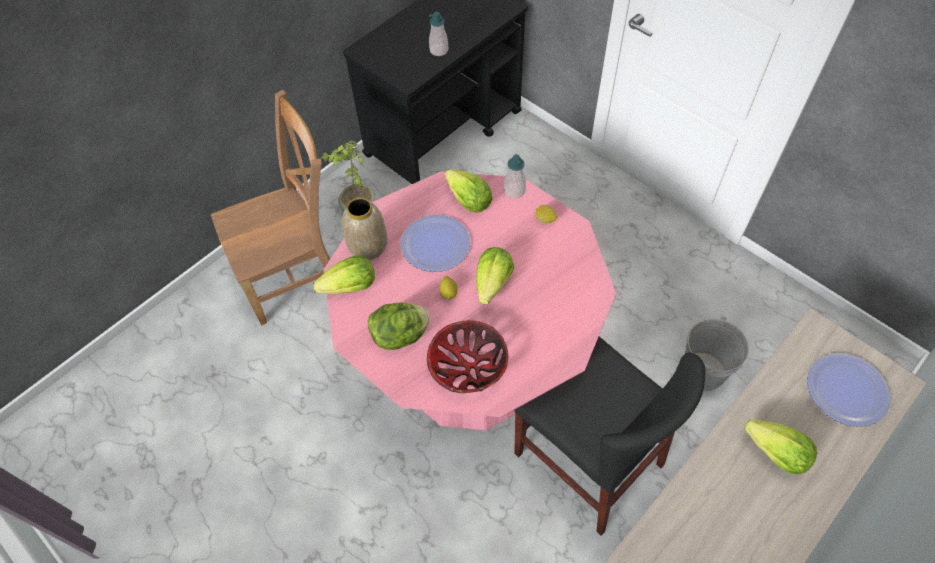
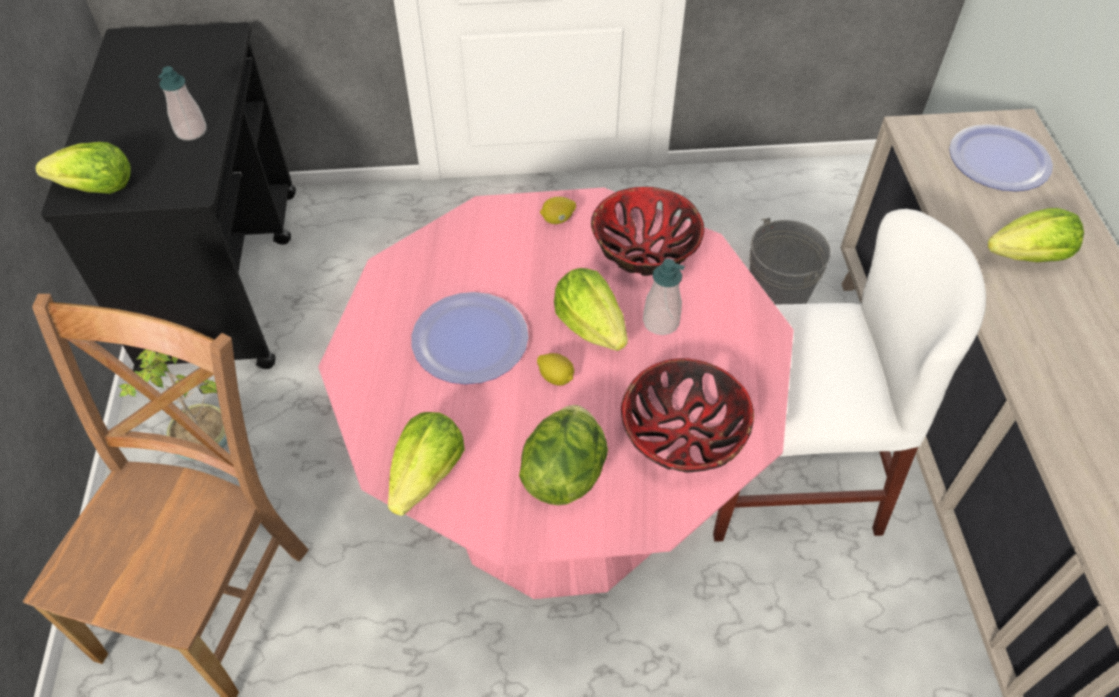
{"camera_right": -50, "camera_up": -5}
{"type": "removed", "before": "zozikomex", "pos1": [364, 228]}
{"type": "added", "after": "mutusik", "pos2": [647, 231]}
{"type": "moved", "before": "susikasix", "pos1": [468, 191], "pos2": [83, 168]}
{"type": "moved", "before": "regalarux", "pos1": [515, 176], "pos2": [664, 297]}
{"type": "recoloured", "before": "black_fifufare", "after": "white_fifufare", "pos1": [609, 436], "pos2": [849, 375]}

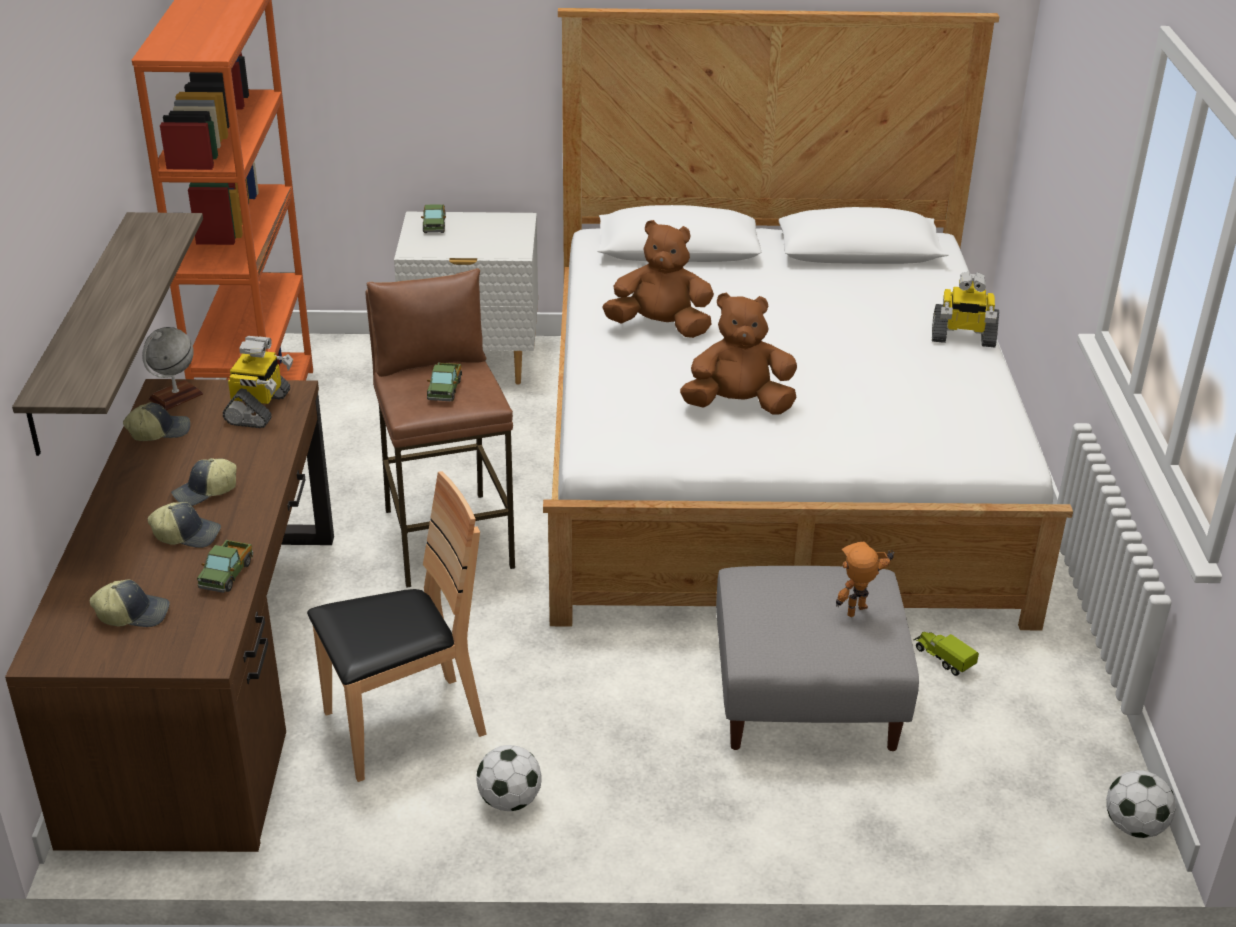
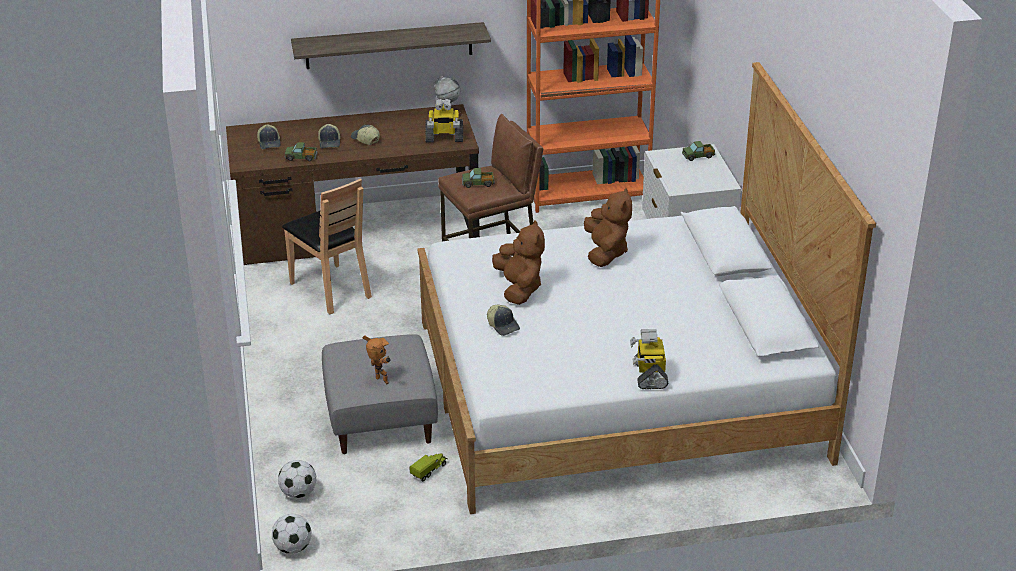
{"camera_right": 80, "camera_up": 0}
{"type": "moved", "before": "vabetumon", "pos1": [156, 421], "pos2": [503, 320]}
{"type": "moved", "before": "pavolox", "pos1": [509, 778], "pos2": [297, 479]}

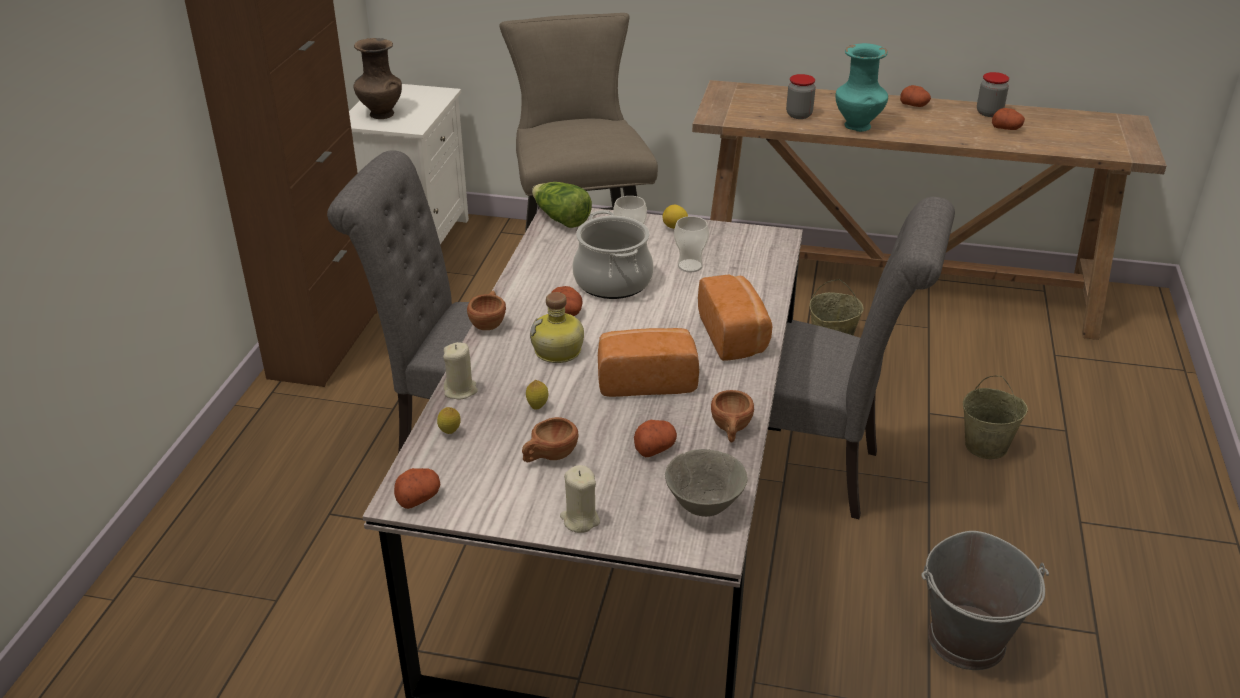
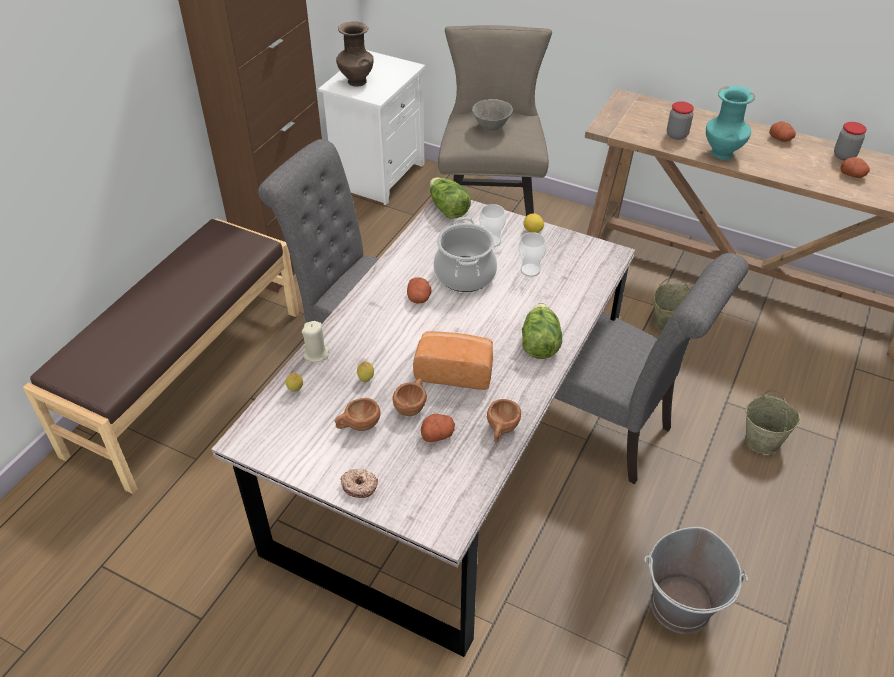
{"camera_right": 15, "camera_up": 10}
{"type": "removed", "before": "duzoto", "pos1": [417, 488]}
{"type": "removed", "before": "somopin", "pos1": [557, 327]}
{"type": "added", "after": "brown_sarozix", "pos2": [161, 356]}
{"type": "moved", "before": "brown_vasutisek", "pos1": [486, 310], "pos2": [409, 397]}
{"type": "moved", "before": "grey_mutusik", "pos1": [706, 483], "pos2": [492, 115]}
{"type": "replaced", "before": "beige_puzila", "after": "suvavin", "pos1": [580, 499], "pos2": [359, 483]}
{"type": "replaced", "before": "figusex", "after": "susikasix", "pos1": [735, 317], "pos2": [542, 331]}

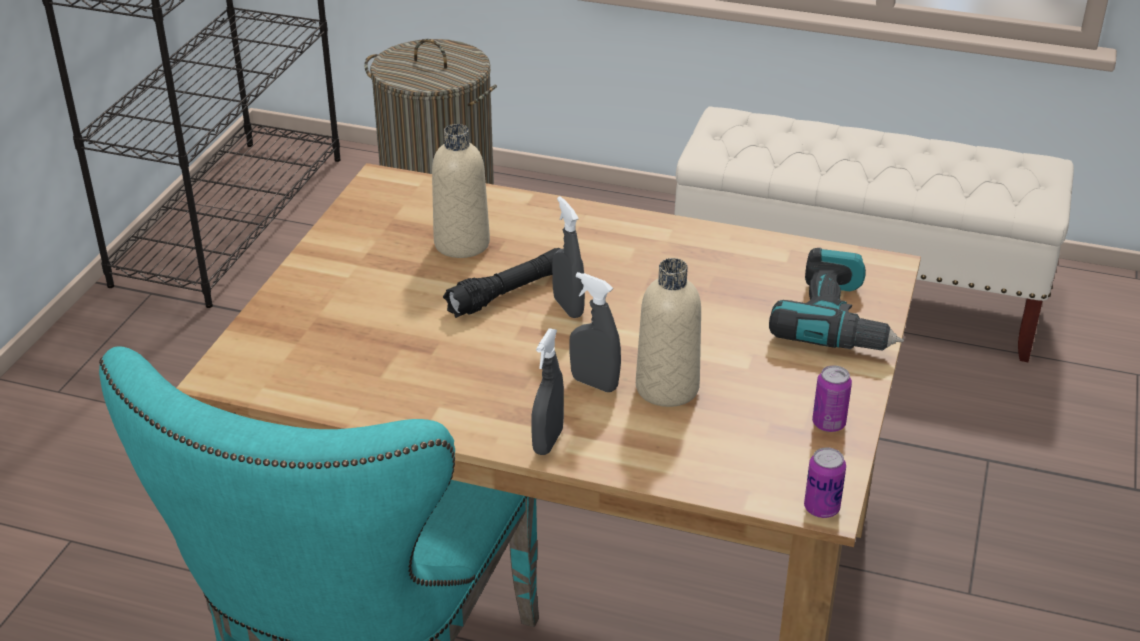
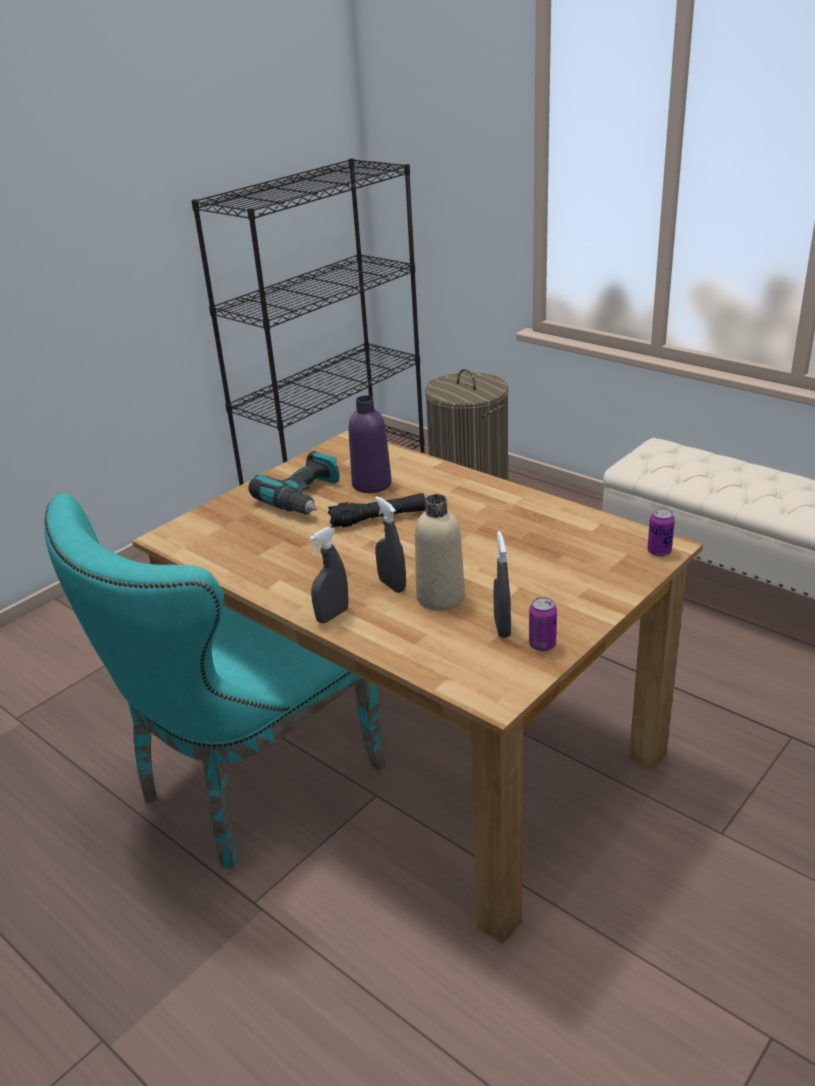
{"camera_right": 25, "camera_up": -5}
{"type": "moved", "before": "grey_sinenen", "pos1": [568, 257], "pos2": [502, 584]}
{"type": "moved", "before": "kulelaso", "pos1": [836, 299], "pos2": [294, 483]}
{"type": "moved", "before": "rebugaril", "pos1": [825, 482], "pos2": [661, 532]}
{"type": "recoloured", "before": "beige_somopin", "after": "purple_somopin", "pos1": [461, 191], "pos2": [370, 444]}

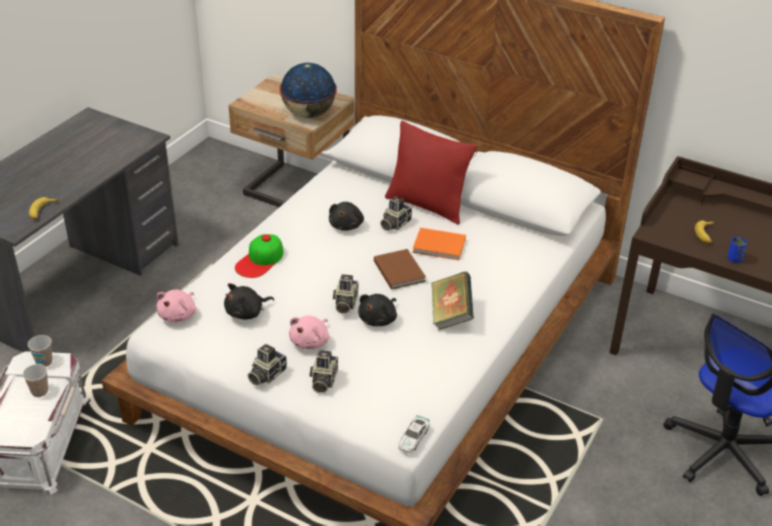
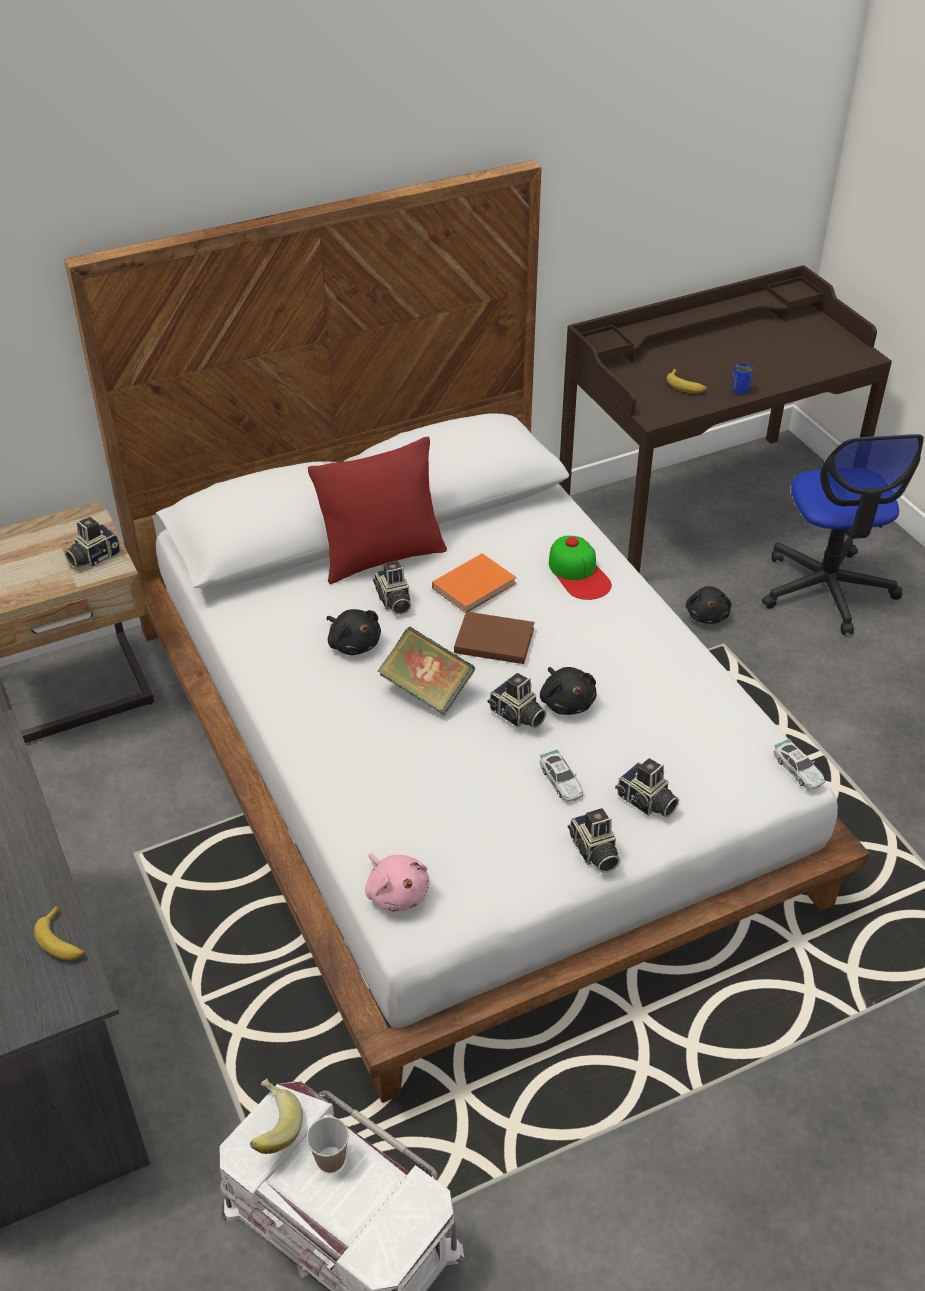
{"camera_right": -55, "camera_up": 5}
{"type": "moved", "before": "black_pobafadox", "pos1": [249, 301], "pos2": [708, 605]}
{"type": "moved", "before": "vabetumon", "pos1": [259, 256], "pos2": [580, 568]}
{"type": "moved", "before": "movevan", "pos1": [453, 301], "pos2": [426, 671]}
{"type": "replaced", "before": "vasutisek", "after": "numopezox", "pos1": [40, 351], "pos2": [276, 1116]}
{"type": "replaced", "before": "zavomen", "after": "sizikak", "pos1": [308, 90], "pos2": [93, 542]}
{"type": "replaced", "before": "pink_pobafadox", "after": "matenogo", "pos1": [309, 332], "pos2": [561, 776]}

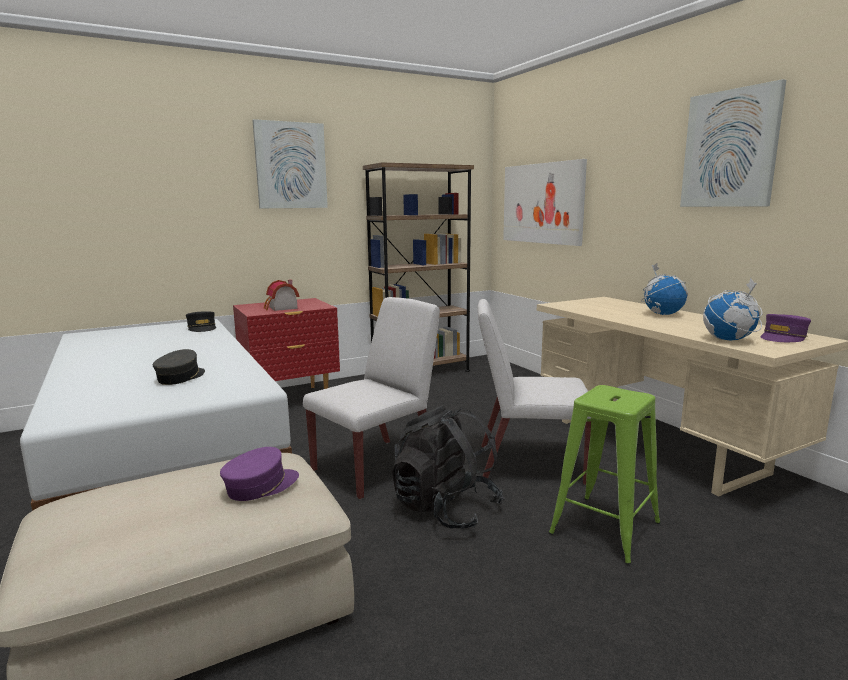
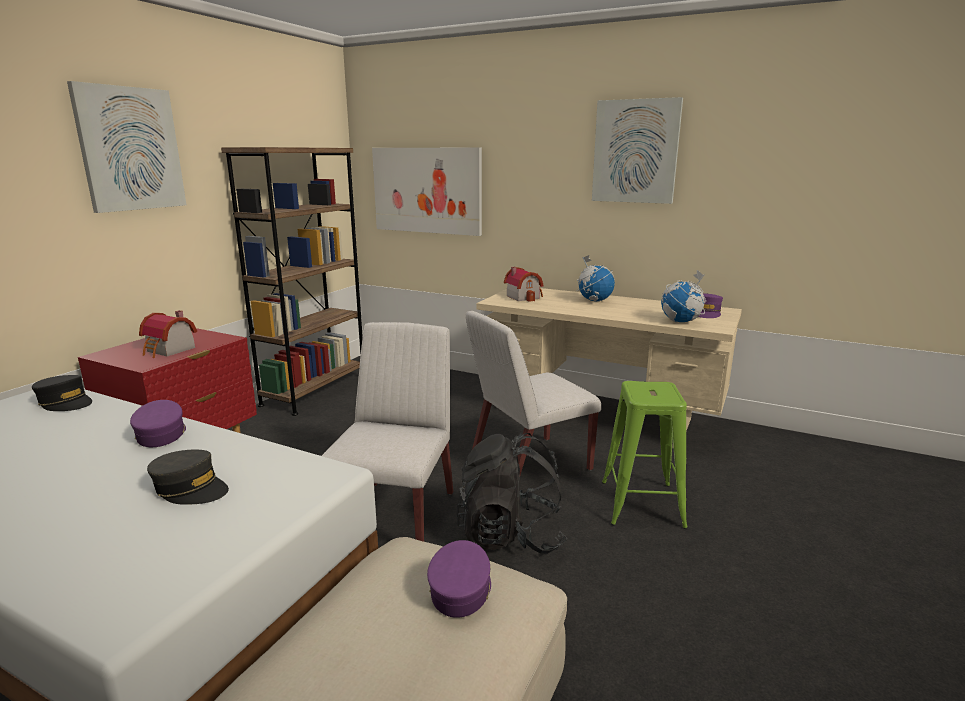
{"camera_right": -35, "camera_up": 5}
{"type": "added", "after": "purple_vabetumon", "pos2": [158, 423]}
{"type": "added", "after": "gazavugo", "pos2": [524, 284]}
{"type": "turned", "before": "grey_vabetumon", "pos1": [179, 367], "pos2": [188, 477], "turn": 135}

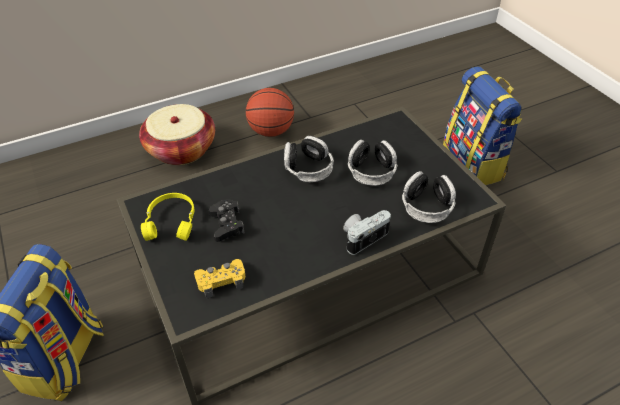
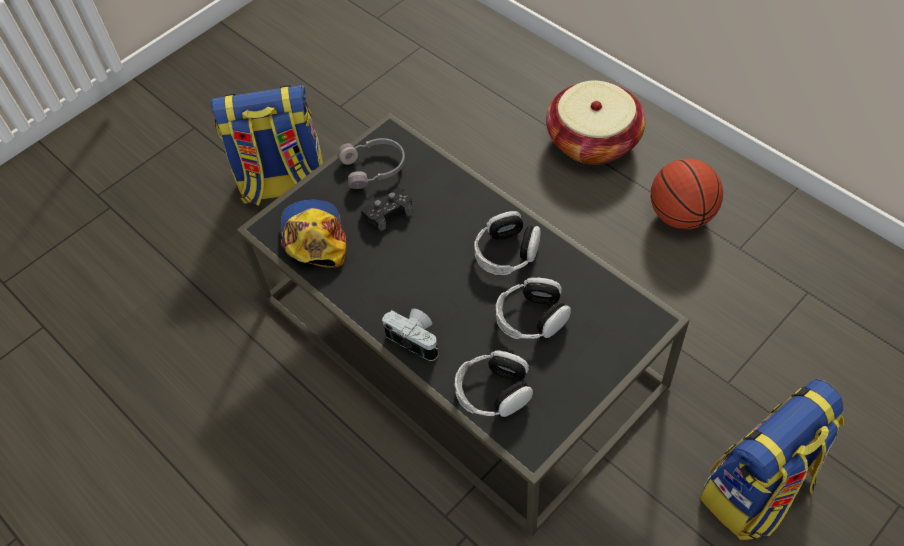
{"camera_right": 75, "camera_up": 10}
{"type": "replaced", "before": "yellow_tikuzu", "after": "vabetumon", "pos1": [219, 279], "pos2": [314, 234]}
{"type": "recoloured", "before": "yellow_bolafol", "after": "grey_bolafol", "pos1": [167, 217], "pos2": [371, 163]}

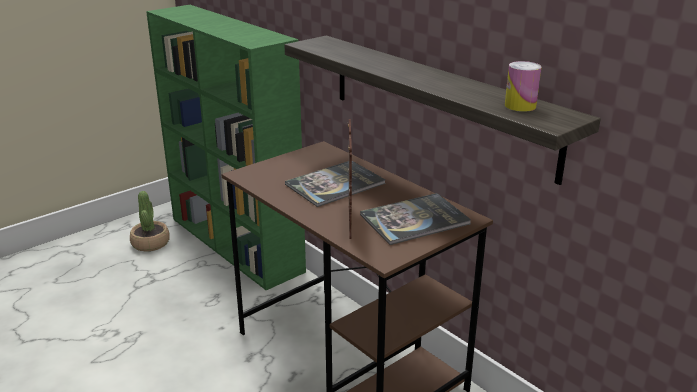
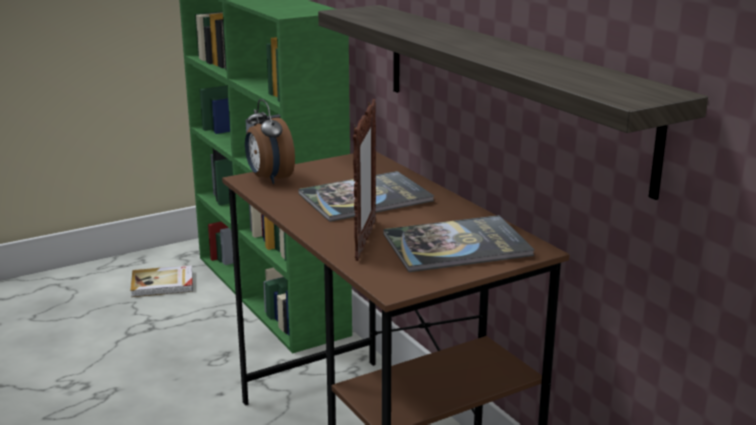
{"camera_right": 10, "camera_up": -5}
{"type": "removed", "before": "rebugaril", "pos1": [523, 86]}
{"type": "added", "after": "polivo", "pos2": [270, 141]}
{"type": "replaced", "before": "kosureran", "after": "movevan", "pos1": [150, 221], "pos2": [161, 281]}

